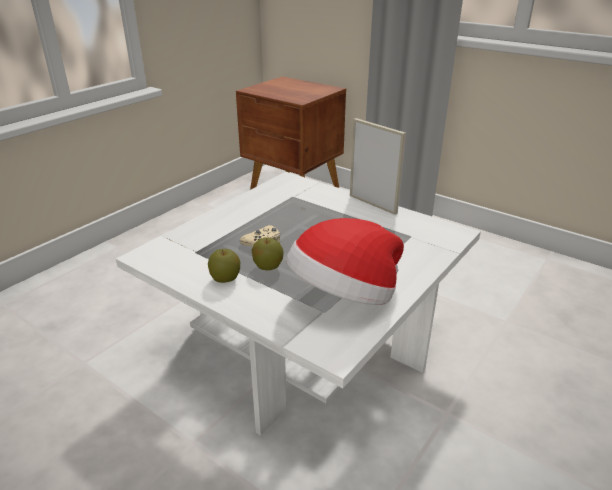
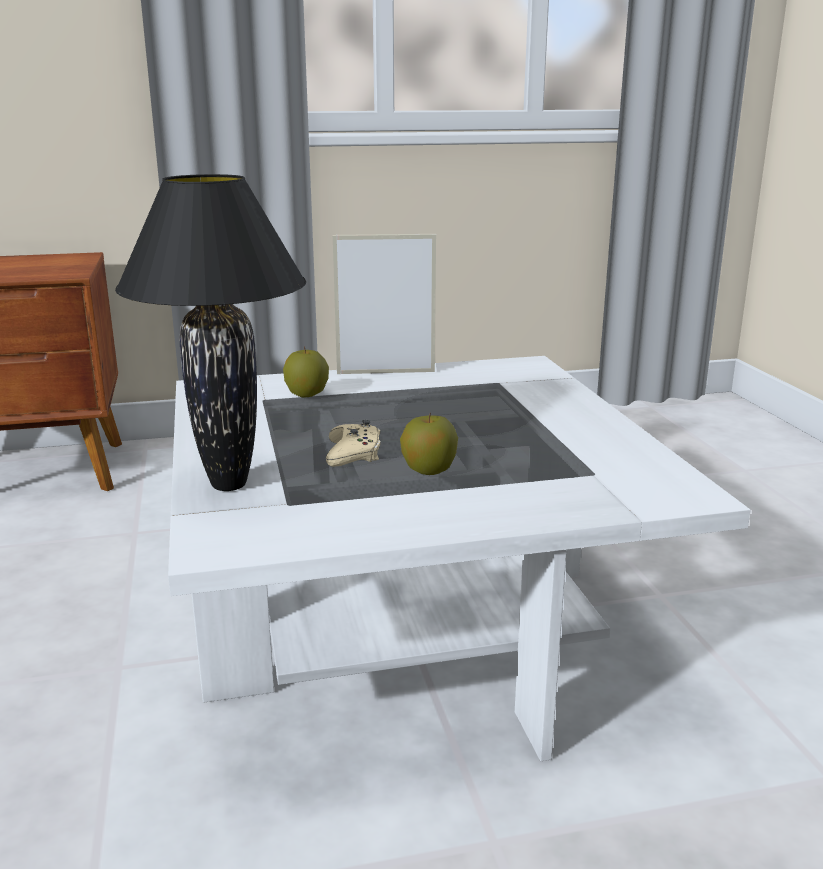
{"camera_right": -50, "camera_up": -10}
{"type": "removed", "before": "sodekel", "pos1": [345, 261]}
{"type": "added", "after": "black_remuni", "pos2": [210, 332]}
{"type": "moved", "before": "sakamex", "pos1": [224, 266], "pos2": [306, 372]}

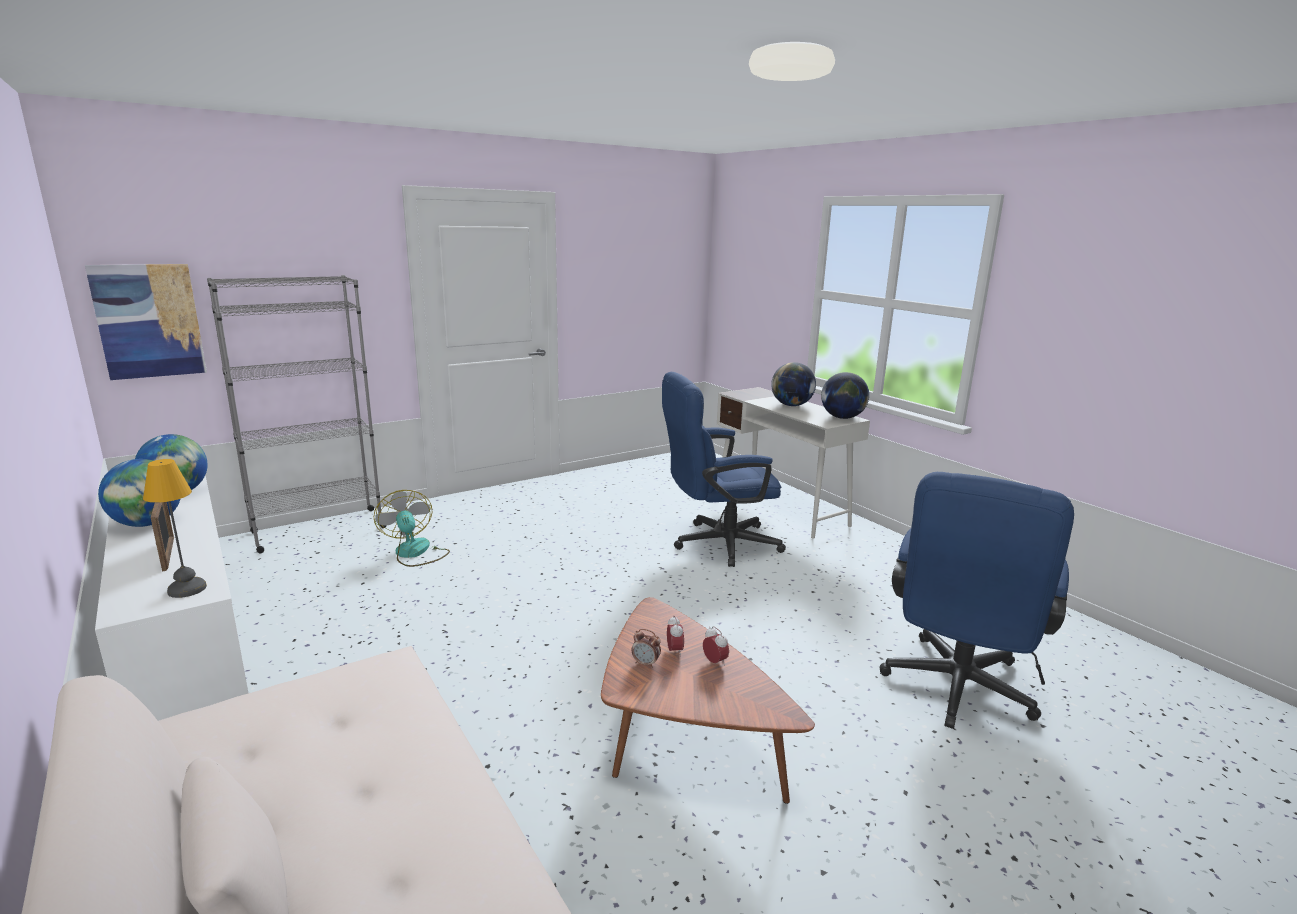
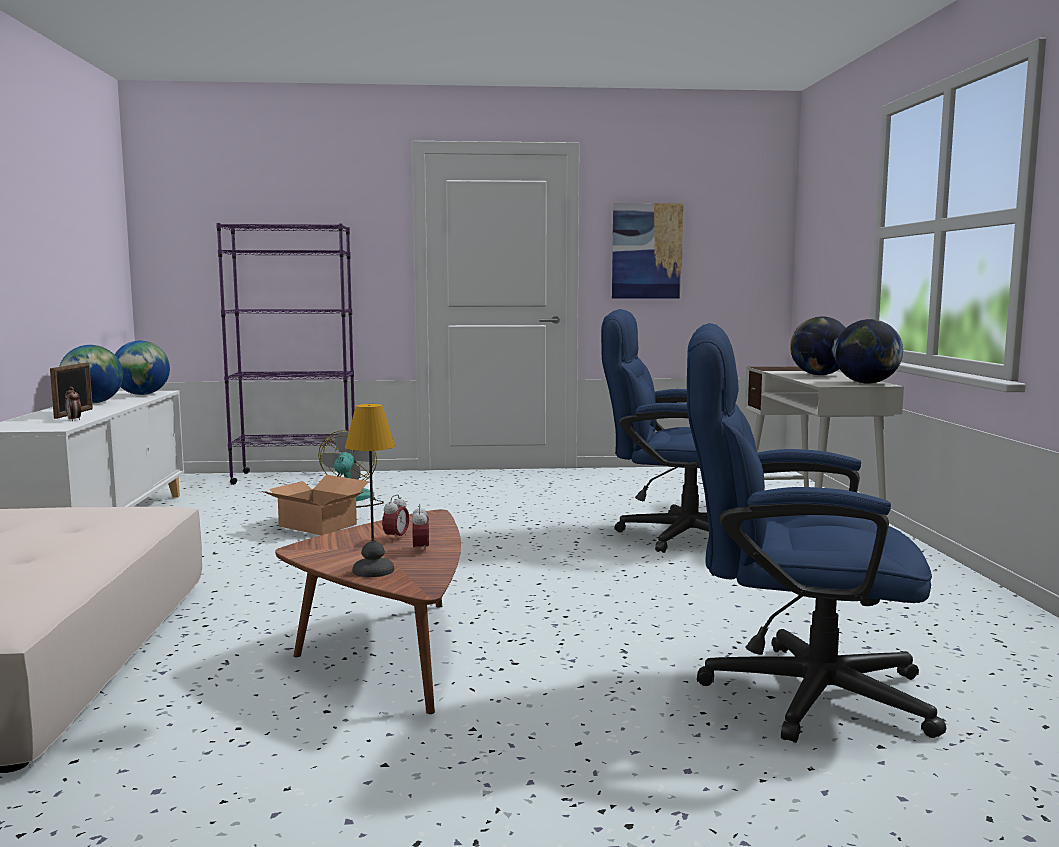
{"camera_right": 30, "camera_up": -10}
{"type": "added", "after": "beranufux", "pos2": [315, 505]}
{"type": "moved", "before": "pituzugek", "pos1": [146, 322], "pos2": [648, 251]}
{"type": "moved", "before": "remuni", "pos1": [175, 528], "pos2": [370, 490]}
{"type": "moved", "before": "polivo", "pos1": [646, 648], "pos2": [73, 404]}
{"type": "recoloured", "before": "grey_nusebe", "after": "purple_nusebe", "pos1": [296, 414], "pos2": [288, 354]}
{"type": "turned", "before": "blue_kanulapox", "pos1": [977, 600], "pos2": [816, 533], "turn": 45}

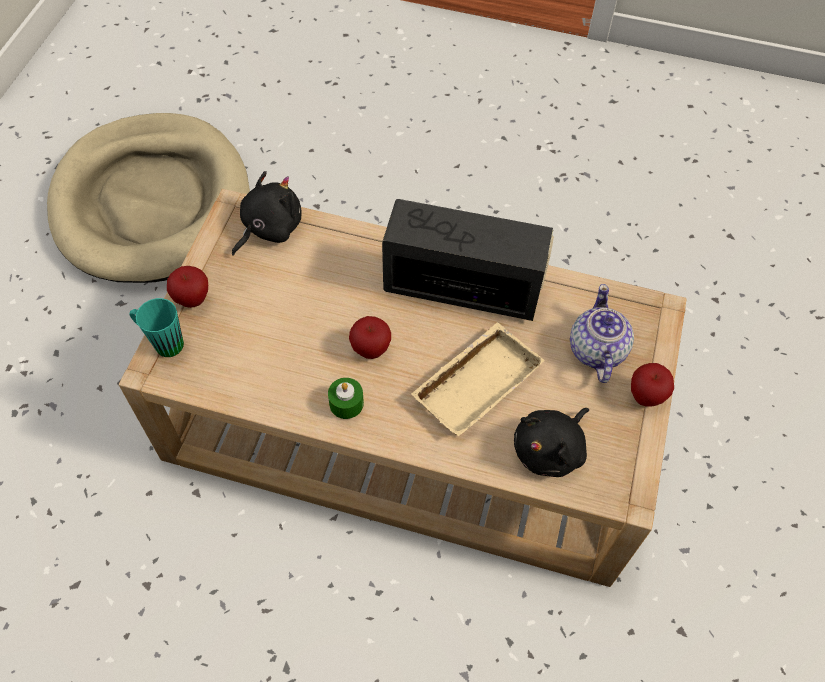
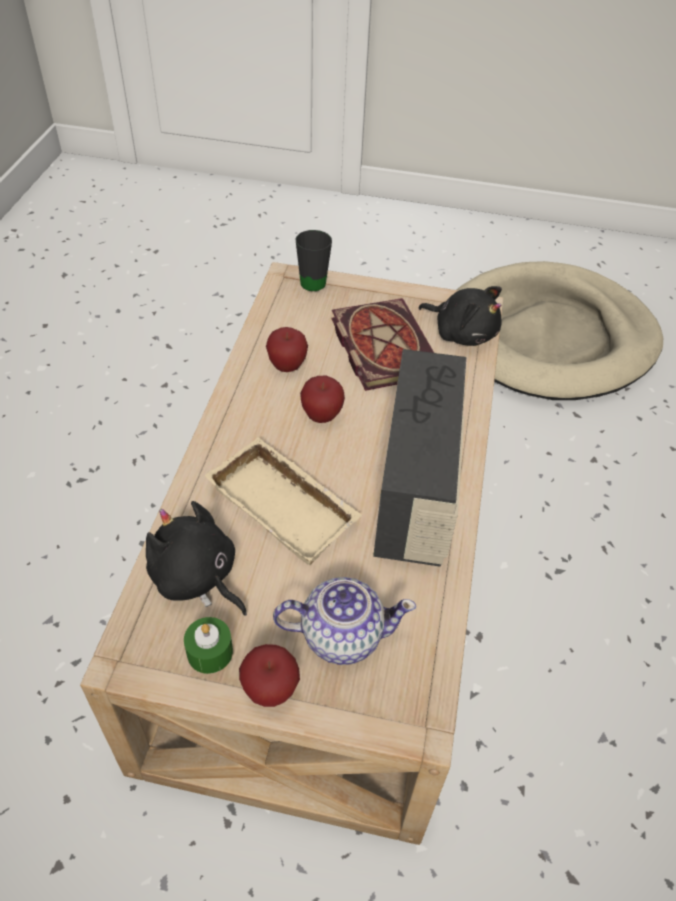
{"camera_right": 85, "camera_up": -10}
{"type": "added", "after": "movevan", "pos2": [382, 344]}
{"type": "moved", "before": "sakamex", "pos1": [187, 287], "pos2": [287, 349]}
{"type": "moved", "before": "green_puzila", "pos1": [346, 398], "pos2": [208, 645]}
{"type": "recoloured", "before": "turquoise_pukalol", "after": "black_pukalol", "pos1": [157, 327], "pos2": [313, 260]}

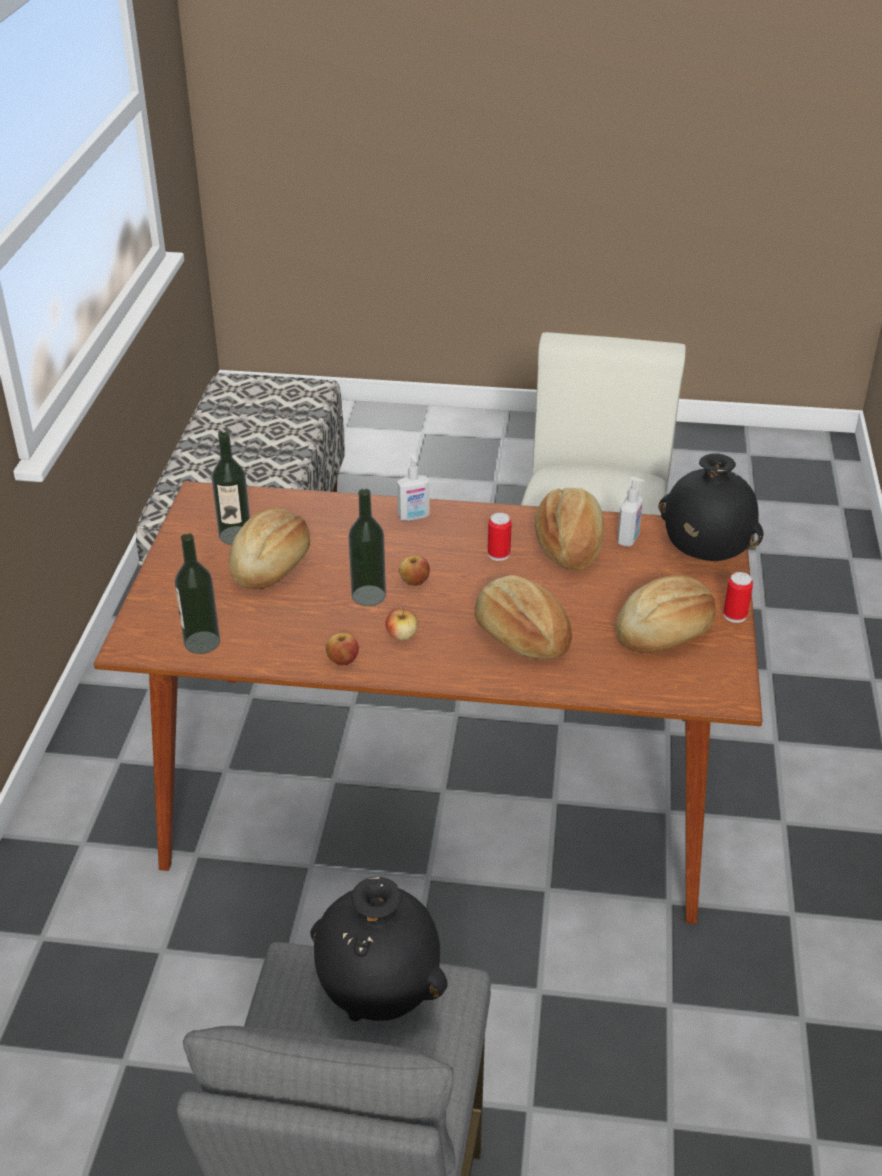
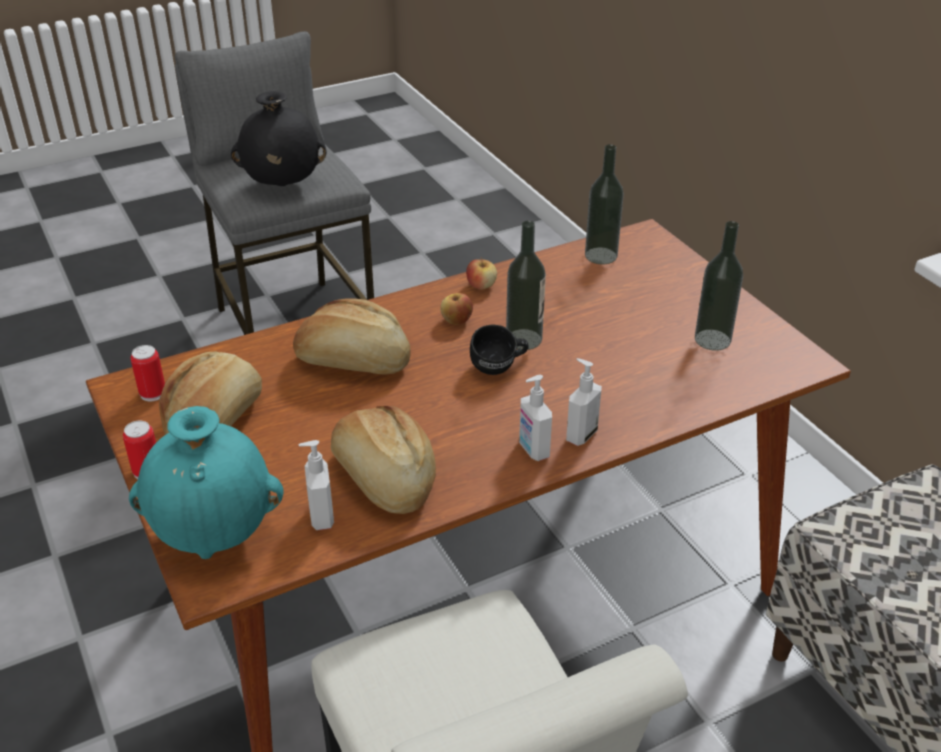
{"camera_right": 145, "camera_up": 0}
{"type": "removed", "before": "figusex", "pos1": [269, 549]}
{"type": "added", "after": "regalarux", "pos2": [535, 418]}
{"type": "moved", "before": "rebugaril", "pos1": [500, 537], "pos2": [148, 373]}
{"type": "replaced", "before": "sakamex", "after": "black_pukalol", "pos1": [414, 571], "pos2": [499, 349]}
{"type": "recoloured", "before": "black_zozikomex", "after": "turquoise_zozikomex", "pos1": [710, 507], "pos2": [206, 482]}

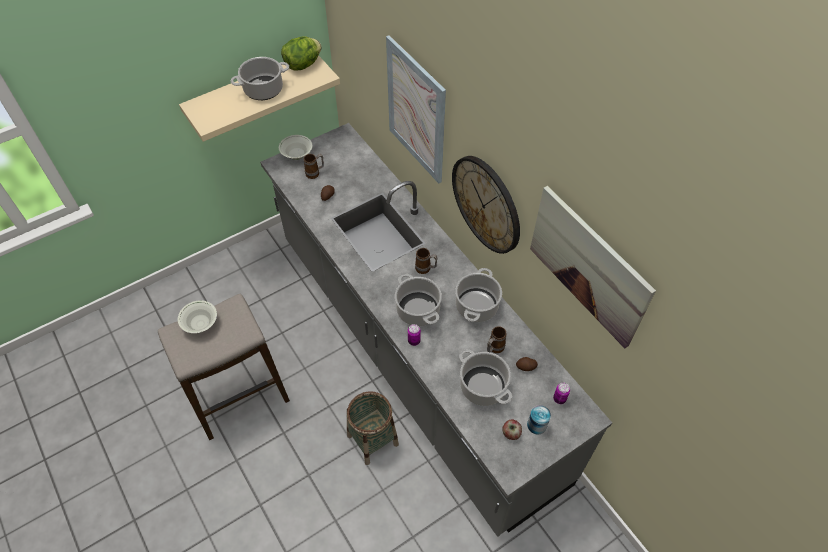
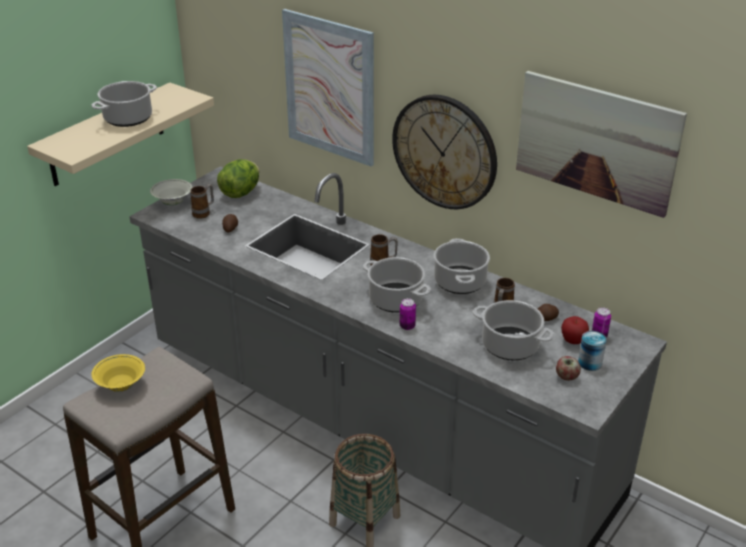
{"camera_right": -20, "camera_up": -20}
{"type": "added", "after": "sakamex", "pos2": [575, 330]}
{"type": "moved", "before": "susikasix", "pos1": [301, 53], "pos2": [238, 178]}
{"type": "recoloured", "before": "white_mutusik", "after": "yellow_mutusik", "pos1": [197, 316], "pos2": [118, 373]}

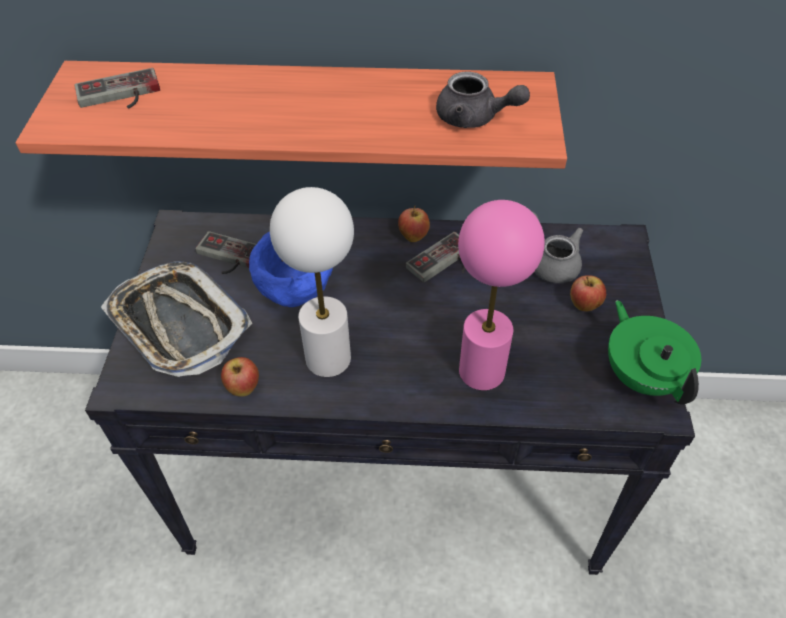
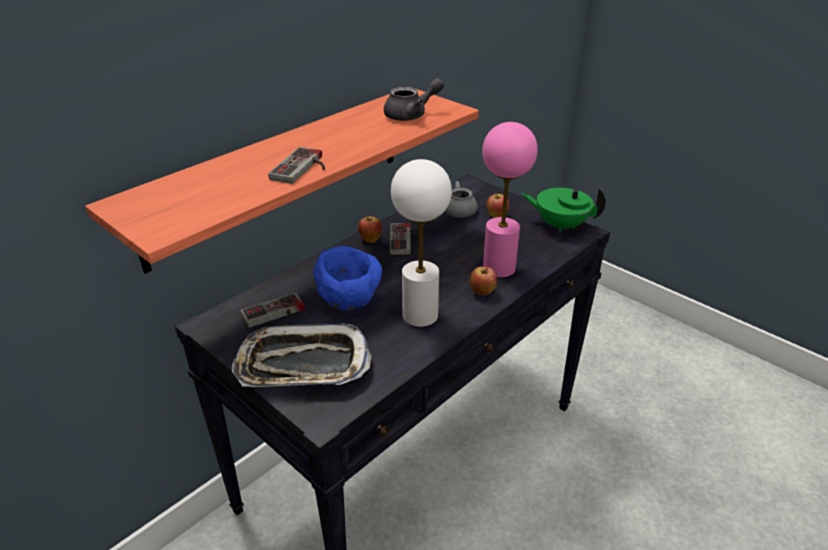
{"camera_right": -50, "camera_up": -15}
{"type": "moved", "before": "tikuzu", "pos1": [117, 88], "pos2": [296, 165]}
{"type": "moved", "before": "sakamex", "pos1": [240, 377], "pos2": [483, 281]}

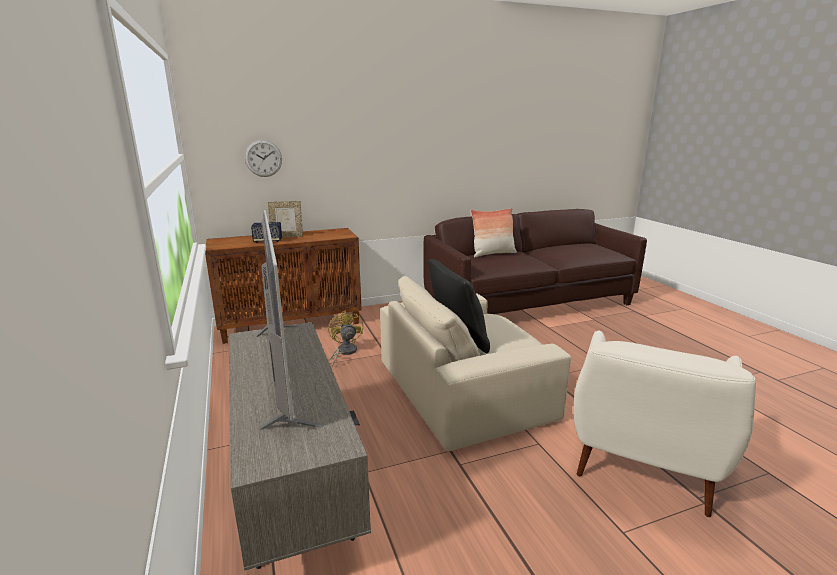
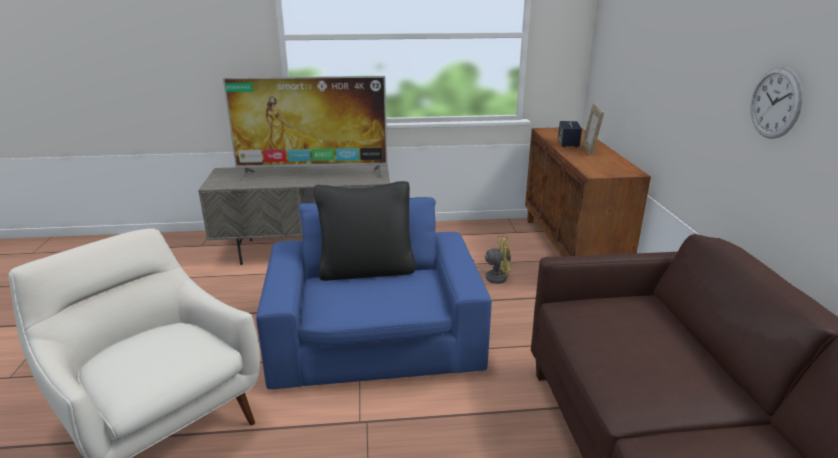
{"camera_right": 105, "camera_up": 5}
{"type": "removed", "before": "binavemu", "pos1": [494, 232]}
{"type": "moved", "before": "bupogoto", "pos1": [263, 158], "pos2": [777, 103]}
{"type": "recoloured", "before": "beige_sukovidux", "after": "blue_sukovidux", "pos1": [475, 364], "pos2": [374, 293]}

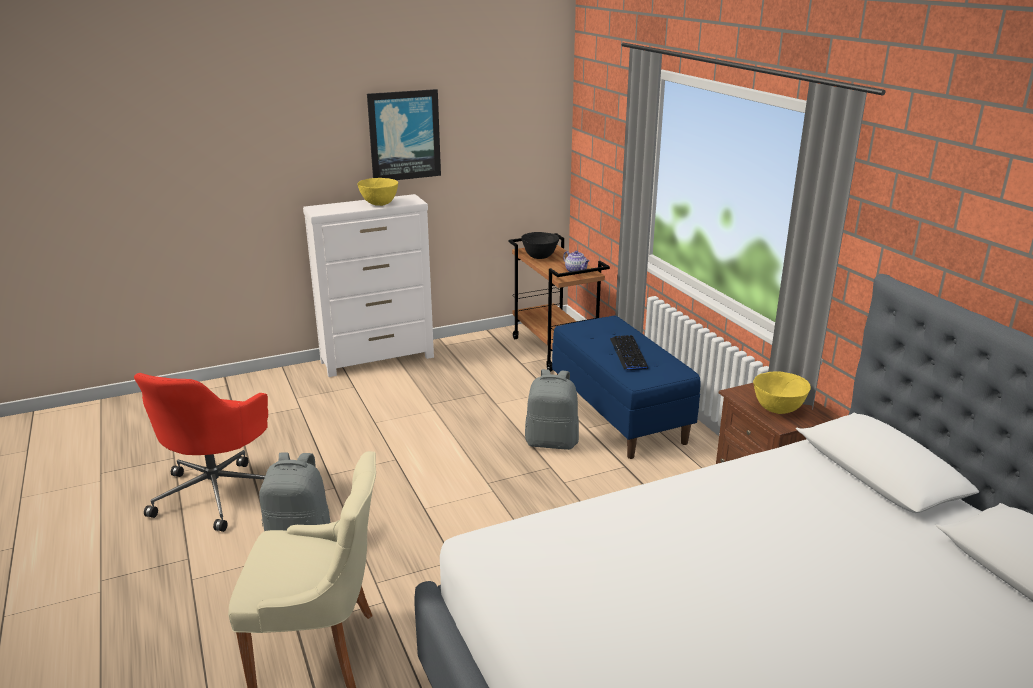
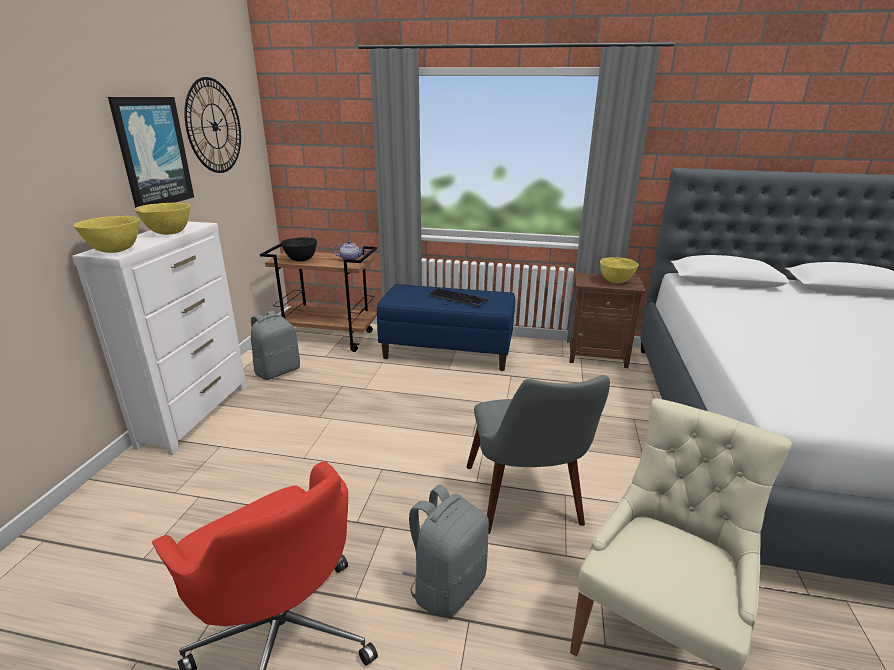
{"camera_right": -55, "camera_up": 0}
{"type": "added", "after": "yellow_mutusik", "pos2": [107, 234]}
{"type": "added", "after": "bupogoto", "pos2": [212, 125]}
{"type": "added", "after": "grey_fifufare", "pos2": [538, 454]}
{"type": "moved", "before": "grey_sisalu", "pos1": [552, 409], "pos2": [275, 345]}

